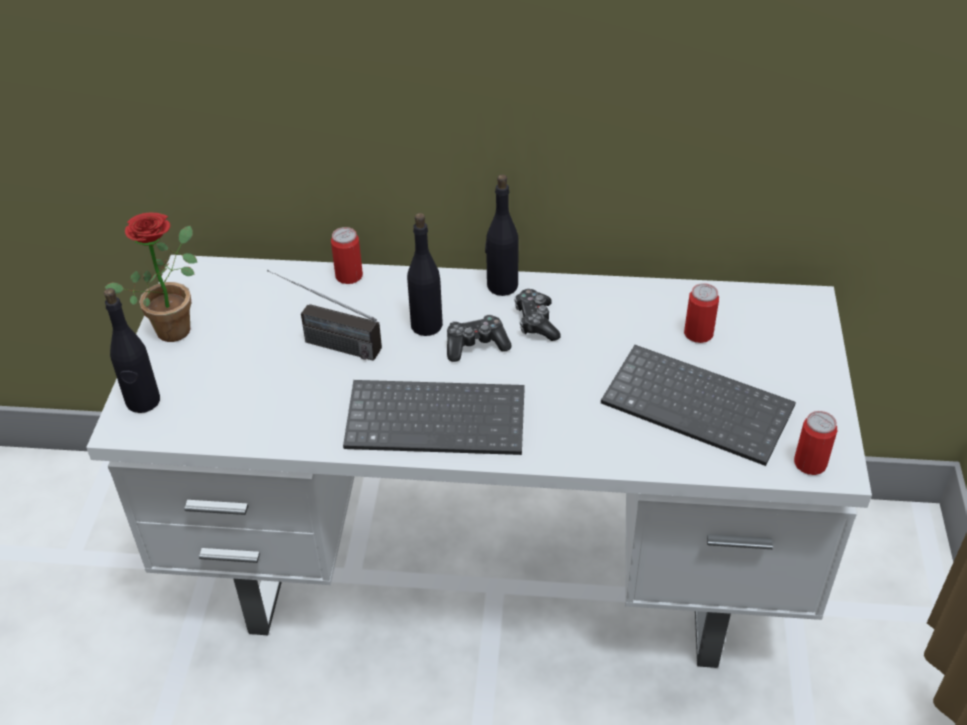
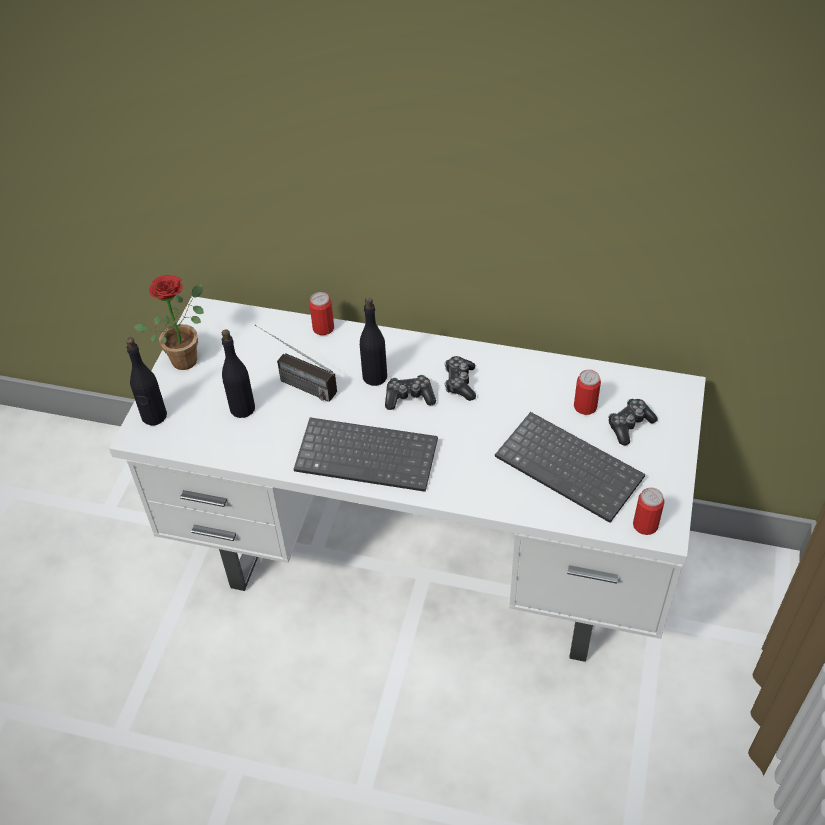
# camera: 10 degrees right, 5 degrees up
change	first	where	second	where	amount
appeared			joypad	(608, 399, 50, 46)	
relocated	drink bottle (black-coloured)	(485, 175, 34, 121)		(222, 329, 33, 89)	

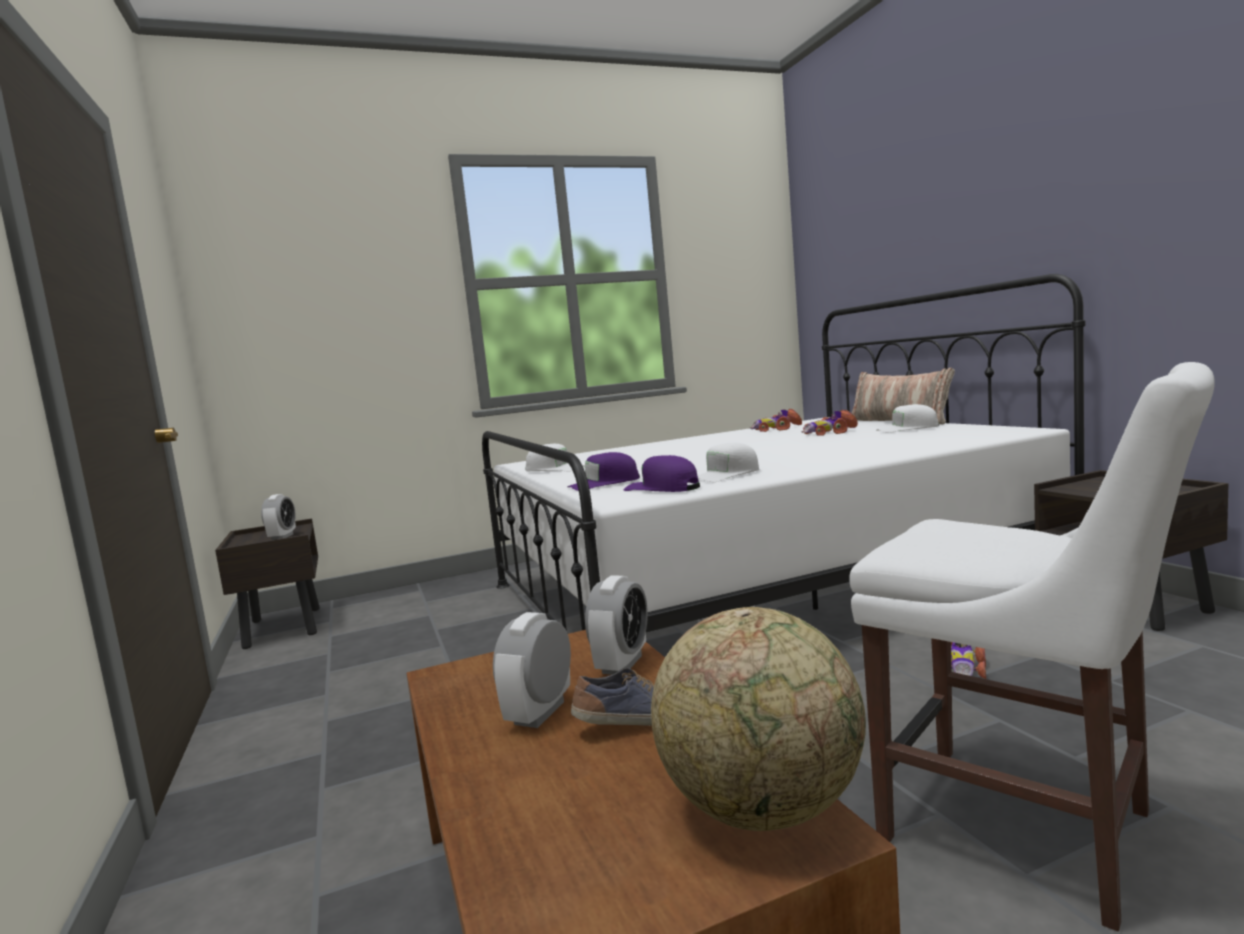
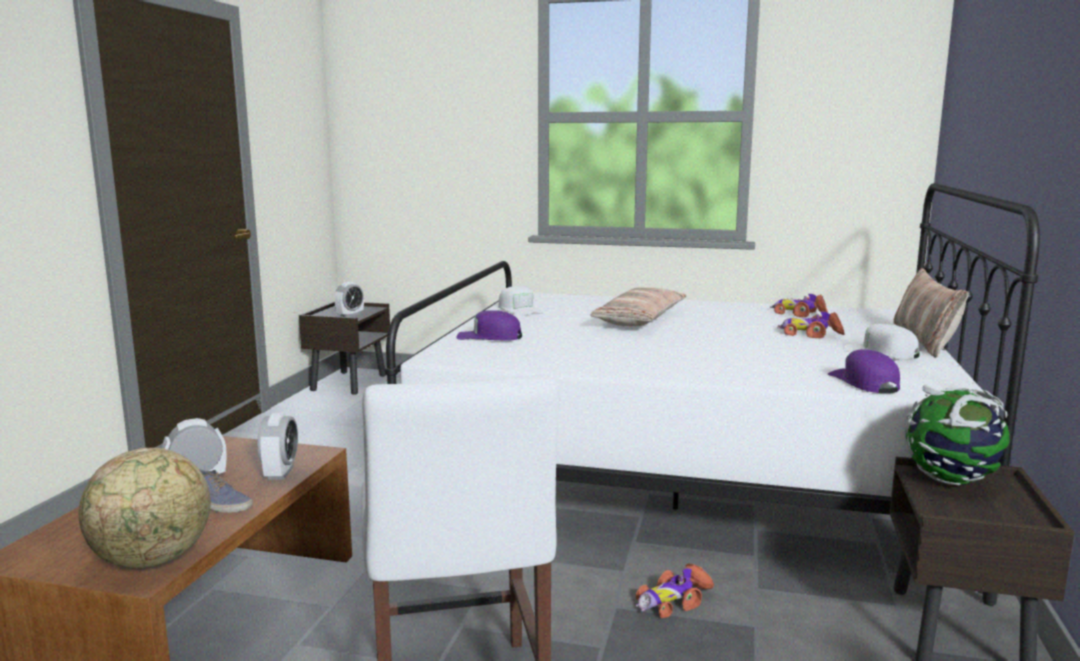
# camera: 35 degrees right, 5 degrees up
change	first	where	second	where	amount
missing	cap (whitish)	(697, 443, 62, 39)			
appeared			pillow	(590, 287, 96, 39)	
appeared			world globe	(905, 384, 105, 102)	
relocated	cap (purplish)	(624, 455, 76, 37)		(828, 349, 72, 44)	
spun	alarm clock	(585, 575, 63, 100)		(257, 412, 41, 68)	60 degrees counterclockwise

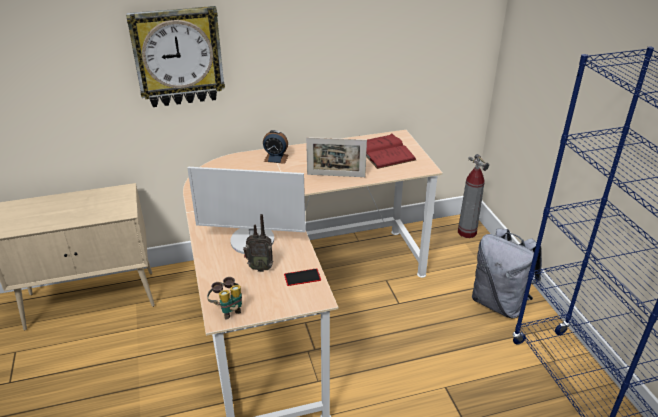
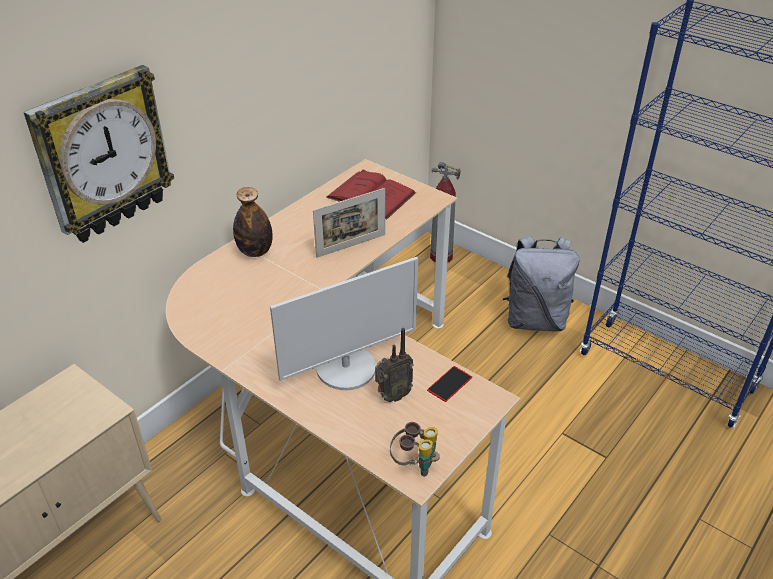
# camera: 35 degrees left, 5 degrees up
change	first	where	second	where	amount
exchanged	alarm clock	(263, 130, 26, 34)	drink bottle	(233, 187, 40, 70)	

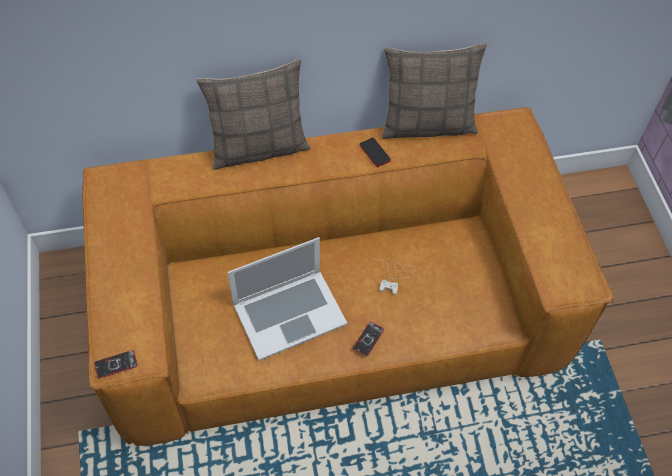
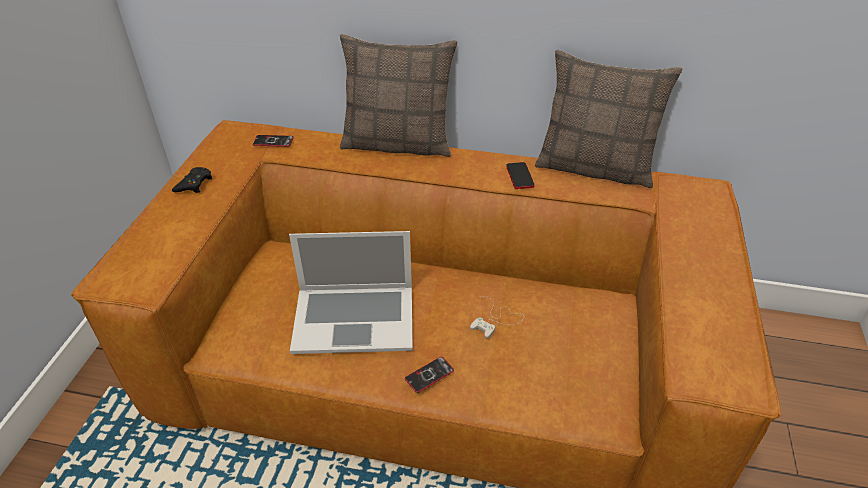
# camera: 25 degrees right, 15 degrees down
change	first	where	second	where	amount
appeared			joypad (black-coloured)	(172, 167, 41, 26)	
relocated	phone	(94, 350, 44, 29)		(253, 135, 41, 12)	

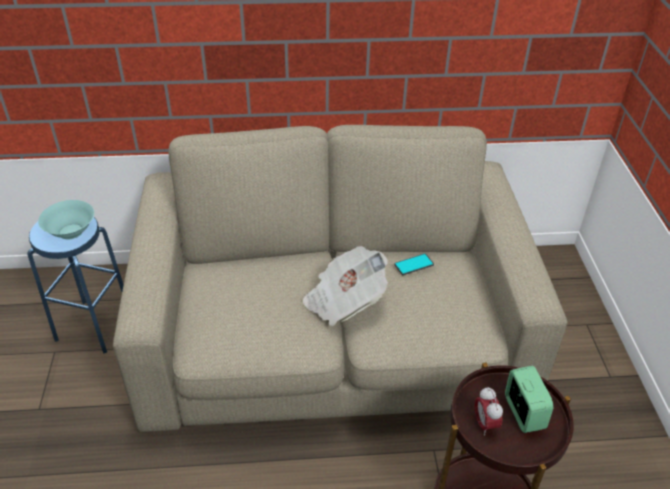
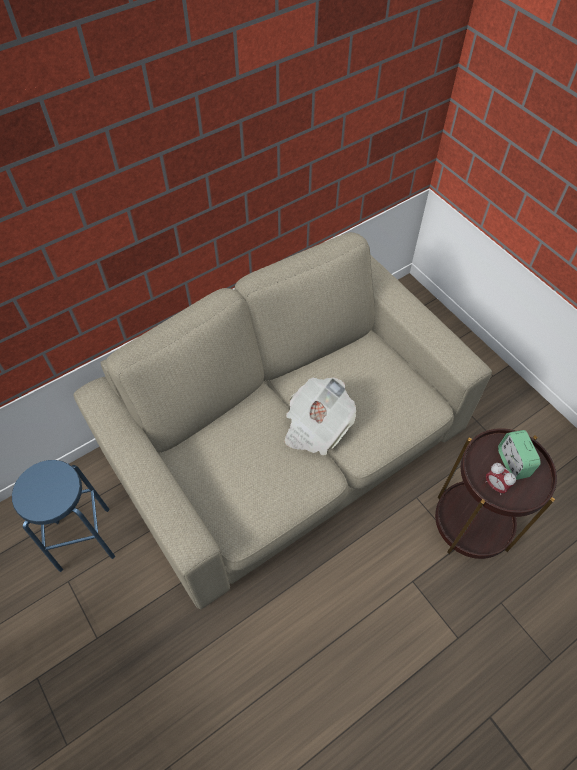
# camera: 30 degrees left, 15 degrees up
change	first	where	second	where	amount
missing	bowl (turquoise)	(38, 200, 56, 40)			
missing	phone	(394, 253, 40, 22)			
spun	alarm clock	(505, 366, 48, 67)		(498, 430, 43, 50)	150 degrees counterclockwise

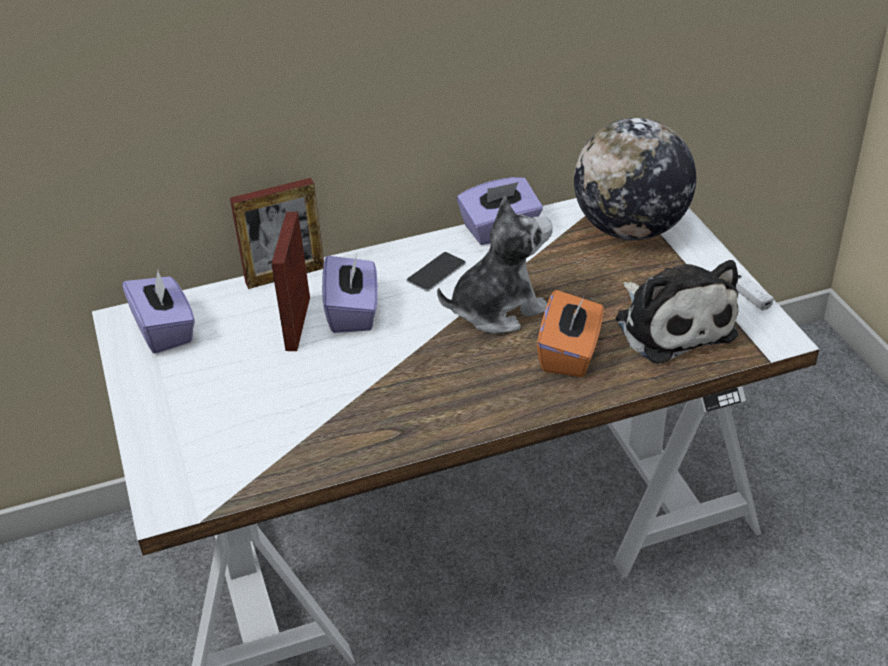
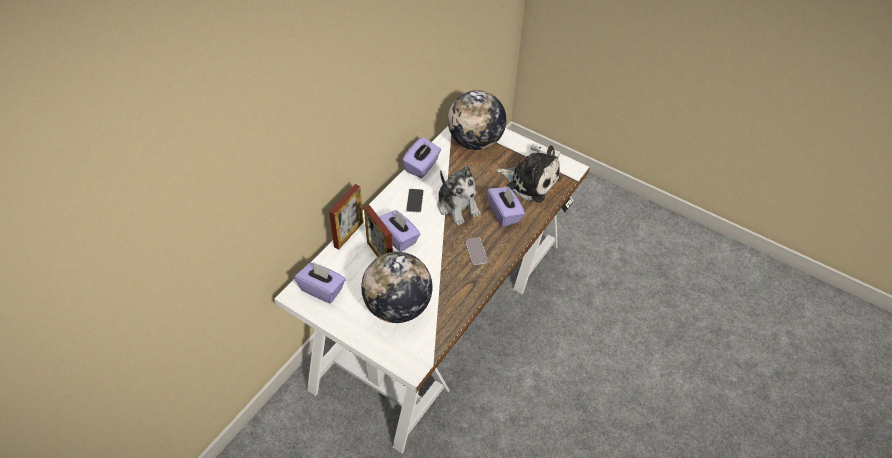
# camera: 40 degrees left, 10 degrees up
change	first	where	second	where	amount
appeared			world globe	(361, 252, 72, 71)	
appeared			phone	(465, 237, 23, 28)	
colour	box of tissues (orangey)	(537, 290, 66, 87)	box of tissues (purplish)	(487, 187, 38, 40)	
spun	plush toy	(437, 196, 116, 138)		(438, 166, 43, 60)	120 degrees clockwise

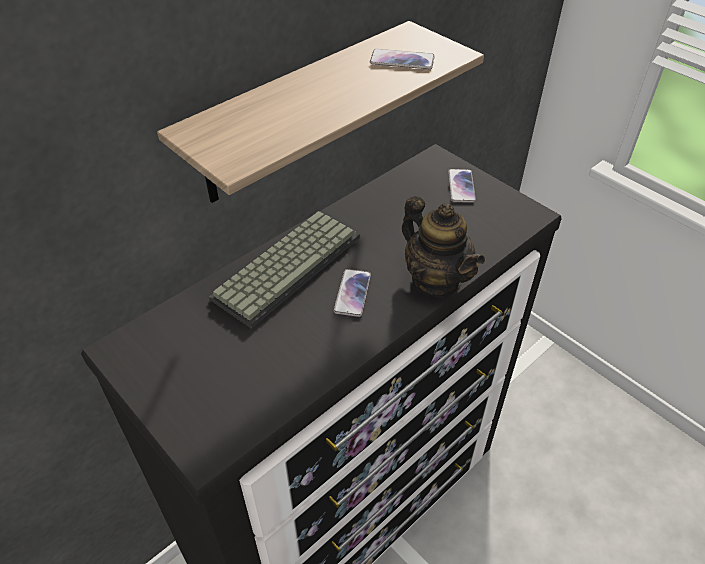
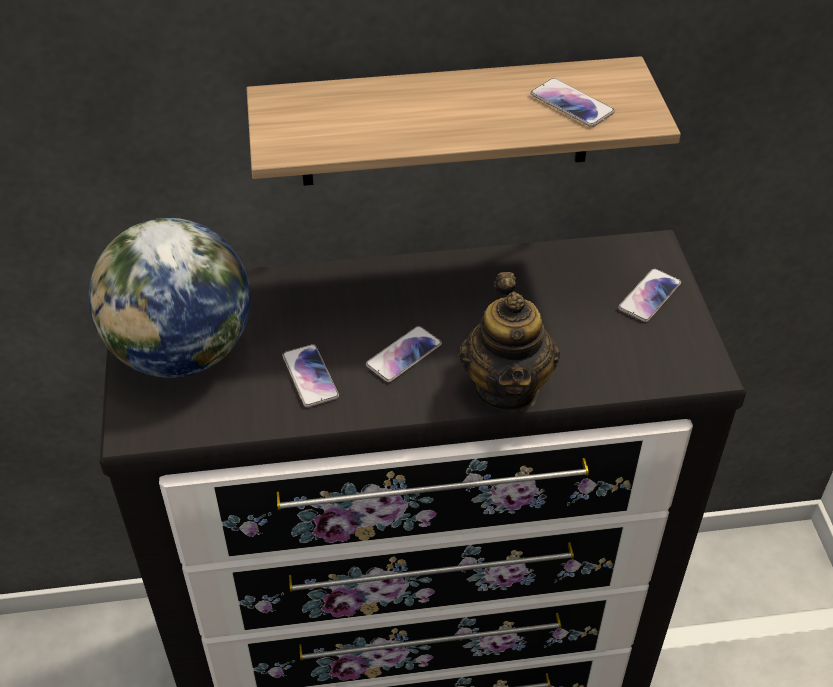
# camera: 35 degrees right, 0 degrees up
change	first	where	second	where	amount
missing	PC keyboard	(209, 211, 151, 118)			
appeared			world globe	(88, 218, 163, 160)	
appeared			phone	(282, 344, 57, 63)	

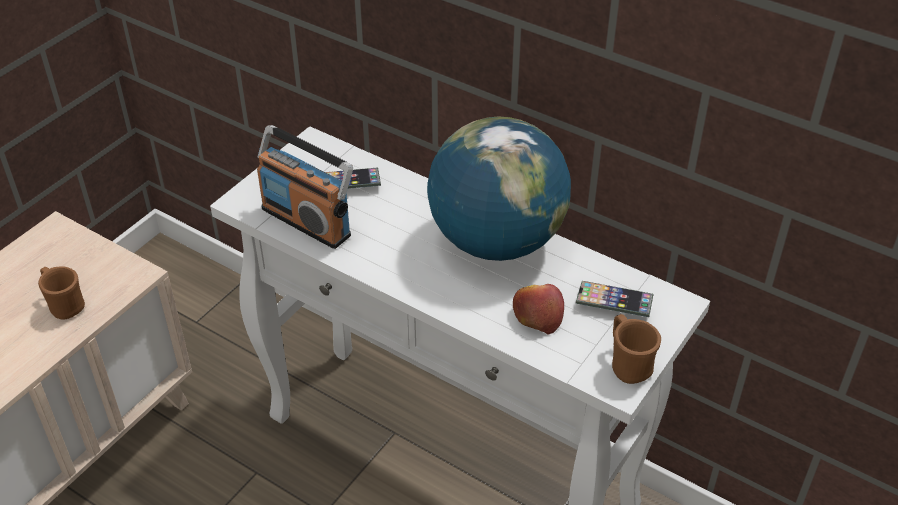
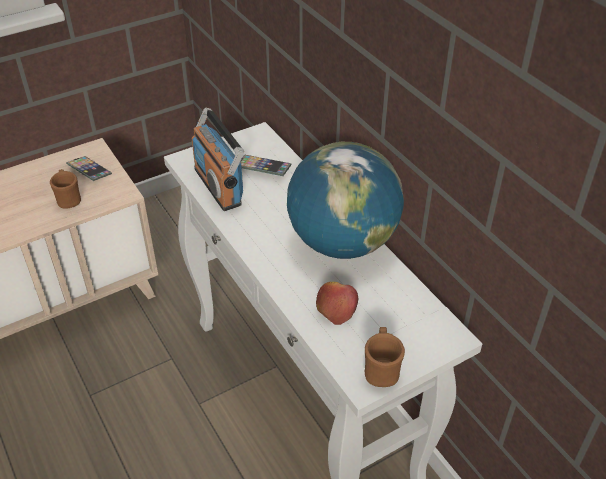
# camera: 25 degrees right, 0 degrees up
change	first	where	second	where	amount
relocated	phone	(576, 281, 77, 36)		(66, 156, 46, 25)	

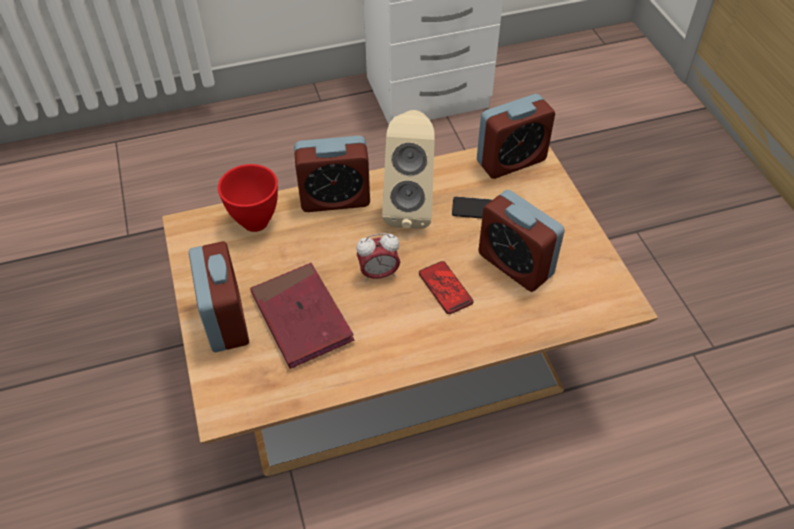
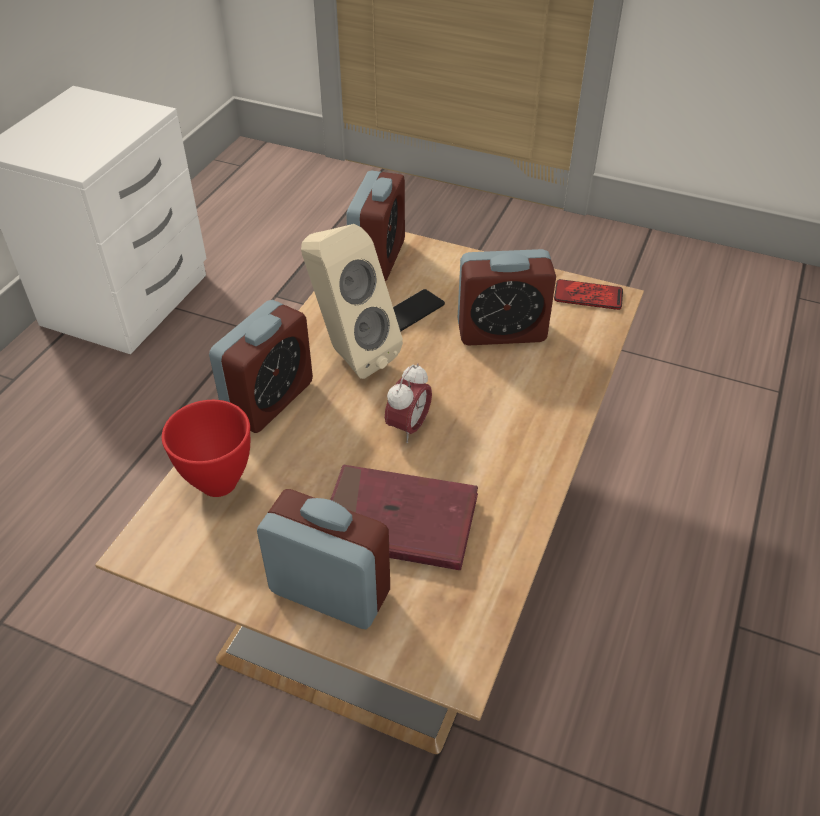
# camera: 50 degrees left, 5 degrees down
change	first	where	second	where	amount
relocated	phone	(419, 261, 54, 53)		(554, 279, 69, 31)	

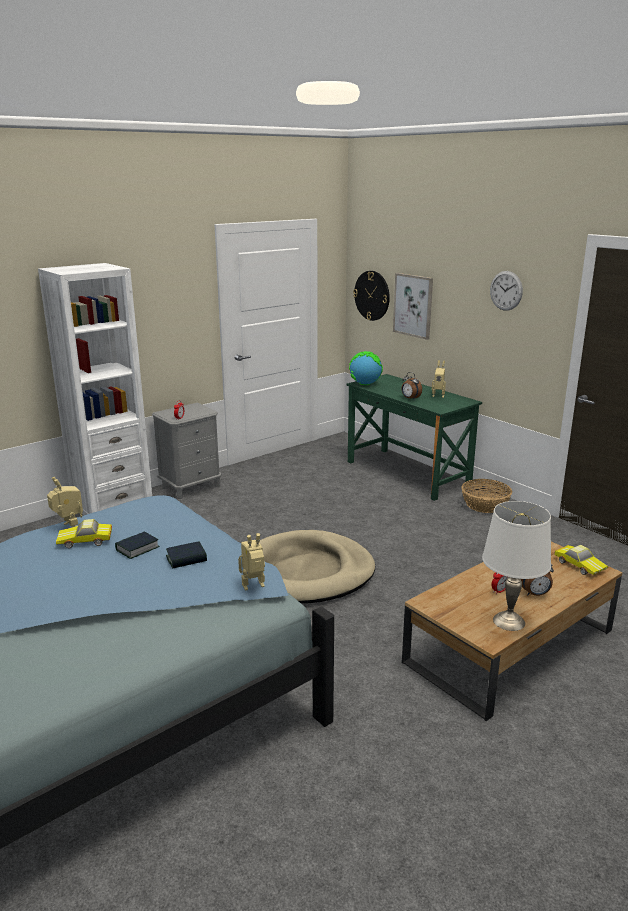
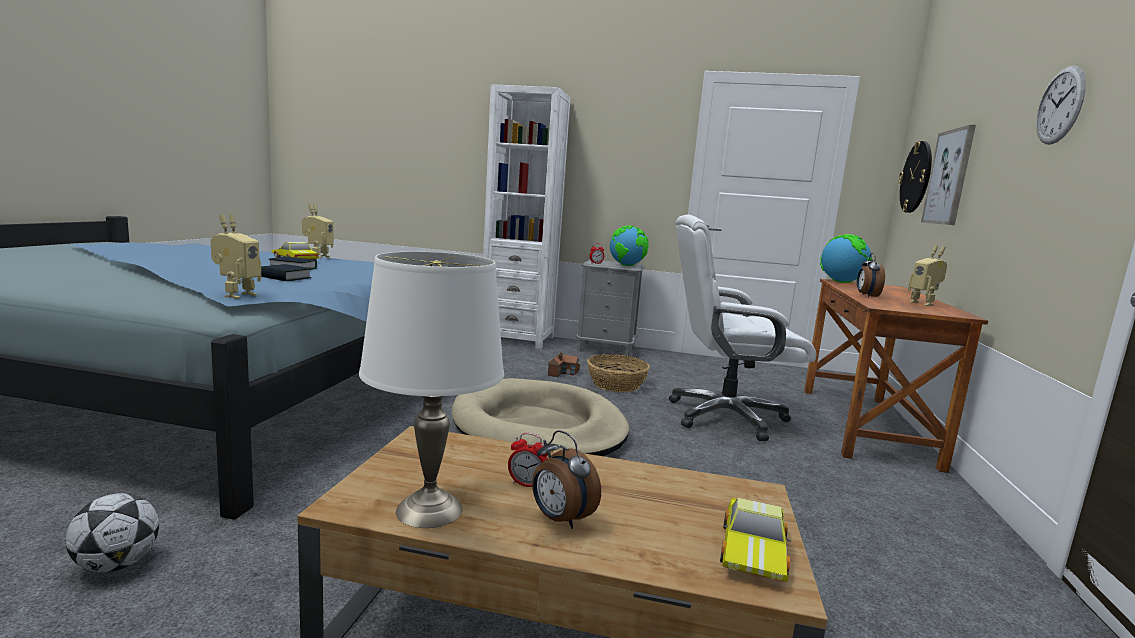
# camera: 50 degrees right, 10 degrees down
change	first	where	second	where	amount
appeared			football ball	(65, 493, 94, 79)	
appeared			miniature house	(548, 352, 32, 25)	
appeared			world globe	(610, 226, 39, 40)	
appeared			office chair (whitish)	(669, 215, 148, 226)	
relocated	basket	(461, 479, 51, 34)		(587, 354, 63, 38)	
colour	desk (green)	(347, 374, 135, 127)	desk (brown-coloured)	(804, 279, 184, 194)	
spun	model robot	(238, 533, 27, 58)		(211, 215, 50, 84)	75 degrees clockwise

